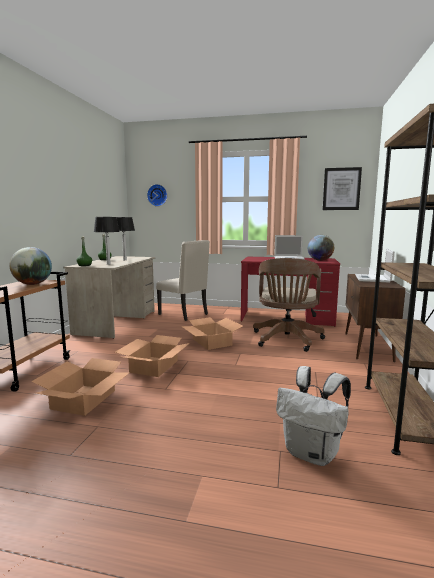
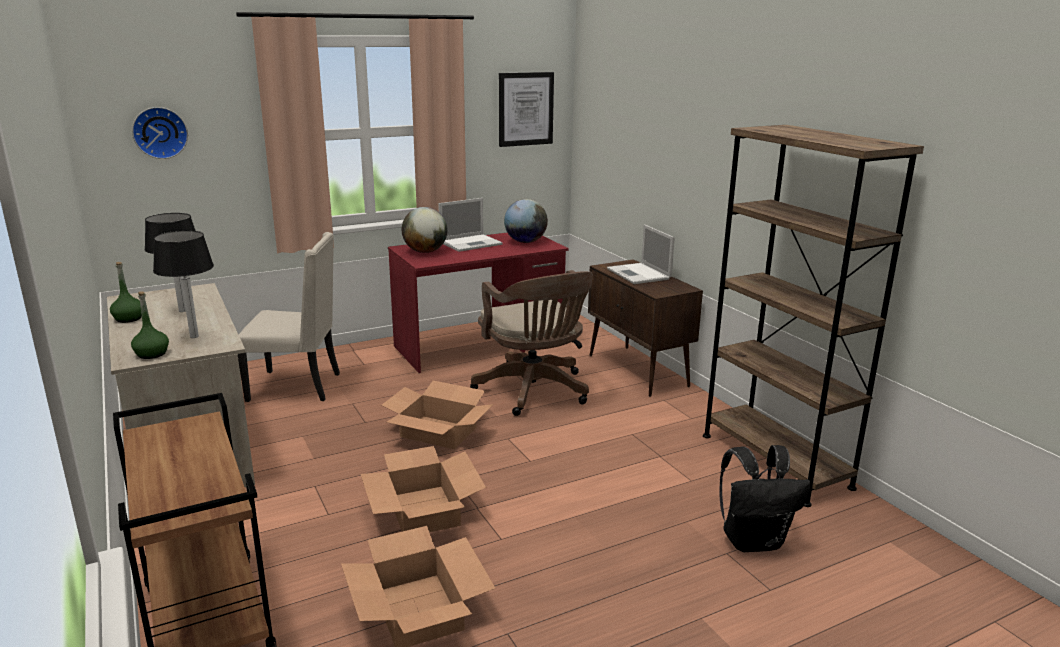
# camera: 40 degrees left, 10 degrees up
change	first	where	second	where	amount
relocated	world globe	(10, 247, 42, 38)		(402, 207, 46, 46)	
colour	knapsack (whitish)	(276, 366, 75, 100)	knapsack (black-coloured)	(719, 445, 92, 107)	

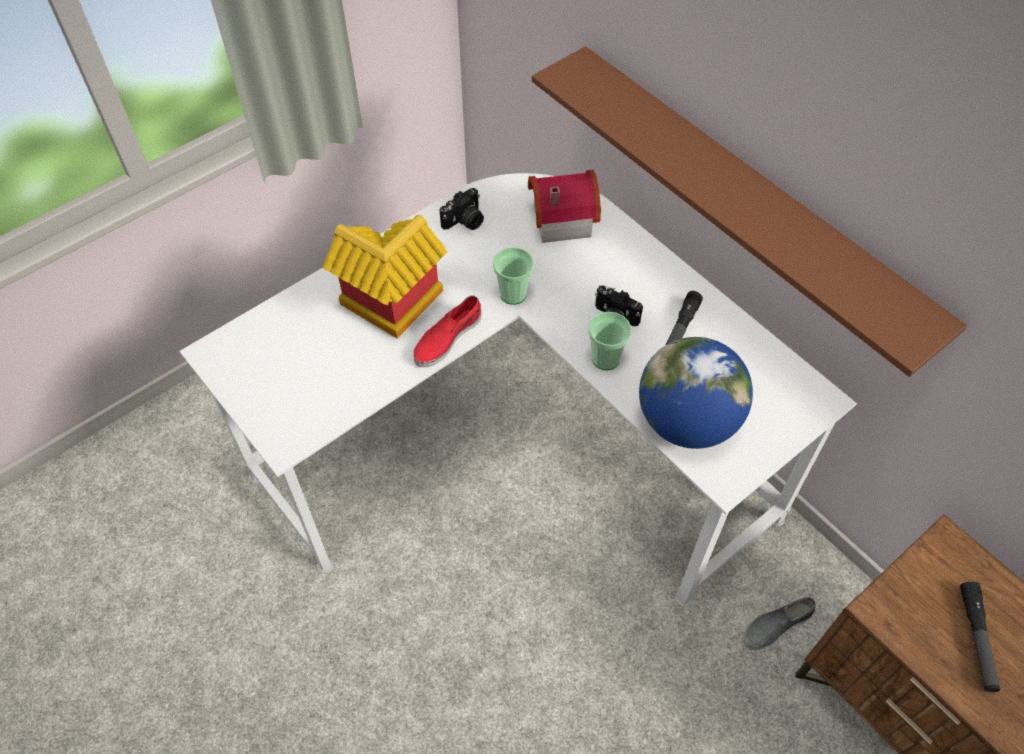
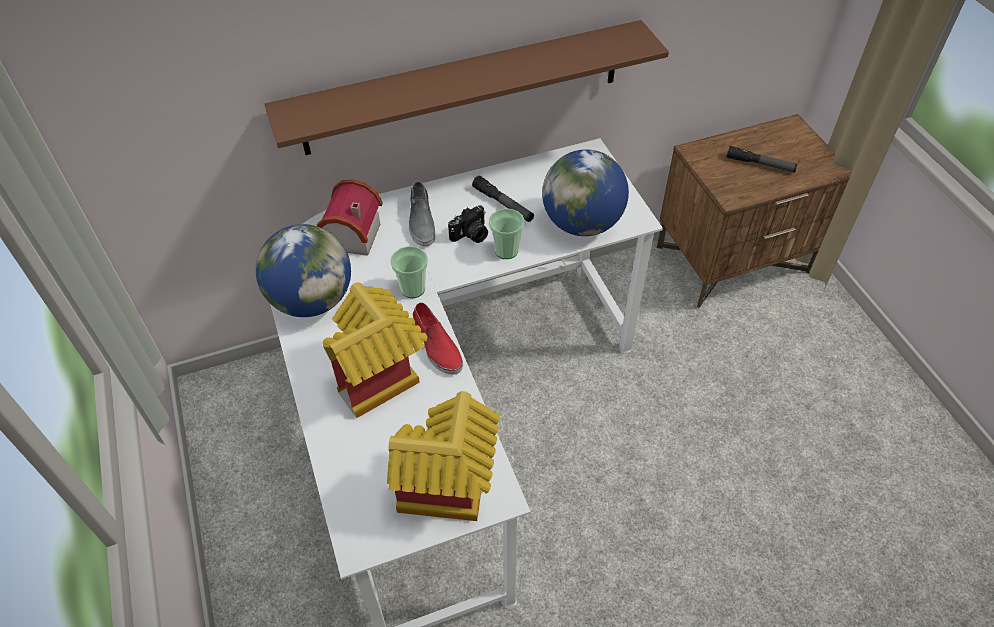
# camera: 70 degrees left, 5 degrees down
change	first	where	second	where	amount
appeared			miniature house	(387, 391, 113, 130)	
relocated	low shoe (grey)	(743, 597, 73, 53)		(409, 182, 26, 65)	
exchanged	still camera	(440, 188, 44, 42)	world globe	(256, 224, 95, 93)	

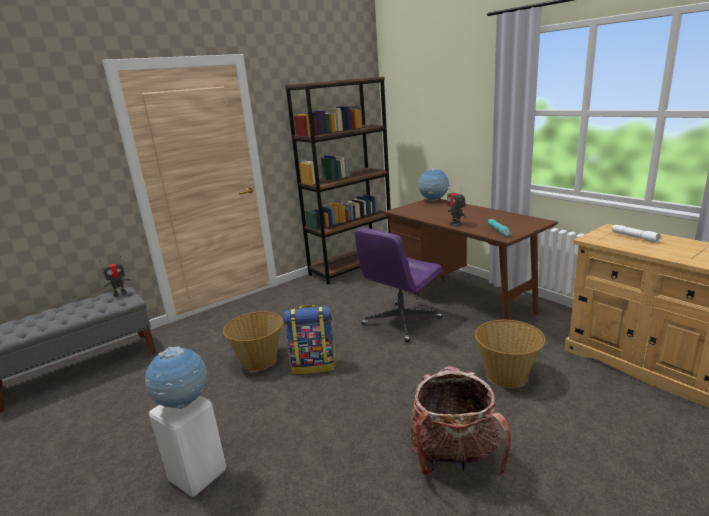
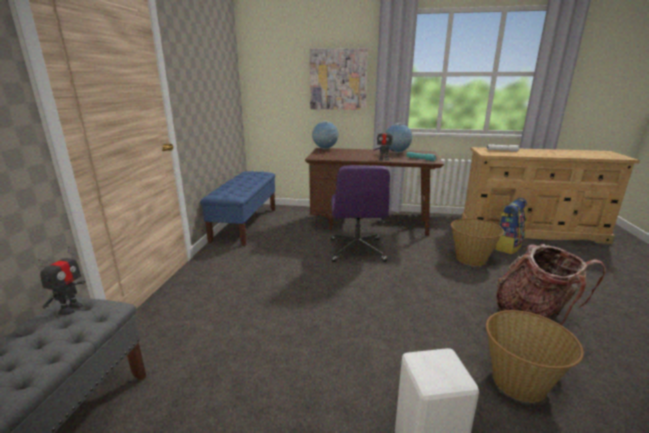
# camera: 45 degrees left, 0 degrees up
change	first	where	second	where	amount
appeared			wall picture	(310, 48, 58, 62)	
relocated	world globe	(145, 346, 62, 63)		(385, 123, 27, 31)	
relocated	basket	(223, 311, 60, 60)		(486, 310, 98, 92)	
relocated	knapsack	(283, 305, 53, 69)		(494, 198, 33, 56)	
exchanged	bookshelf (brown-coloured)	(285, 77, 106, 207)	indoor bench (blue-coloured)	(200, 171, 75, 75)	

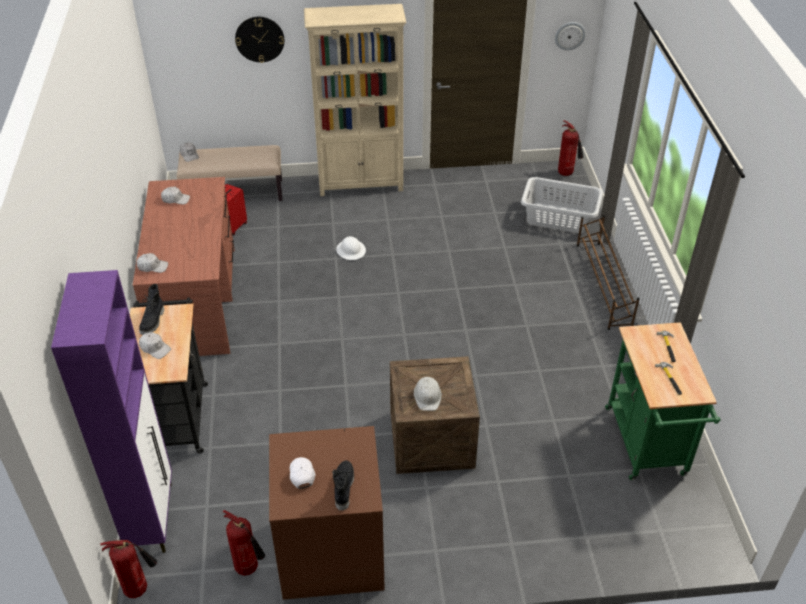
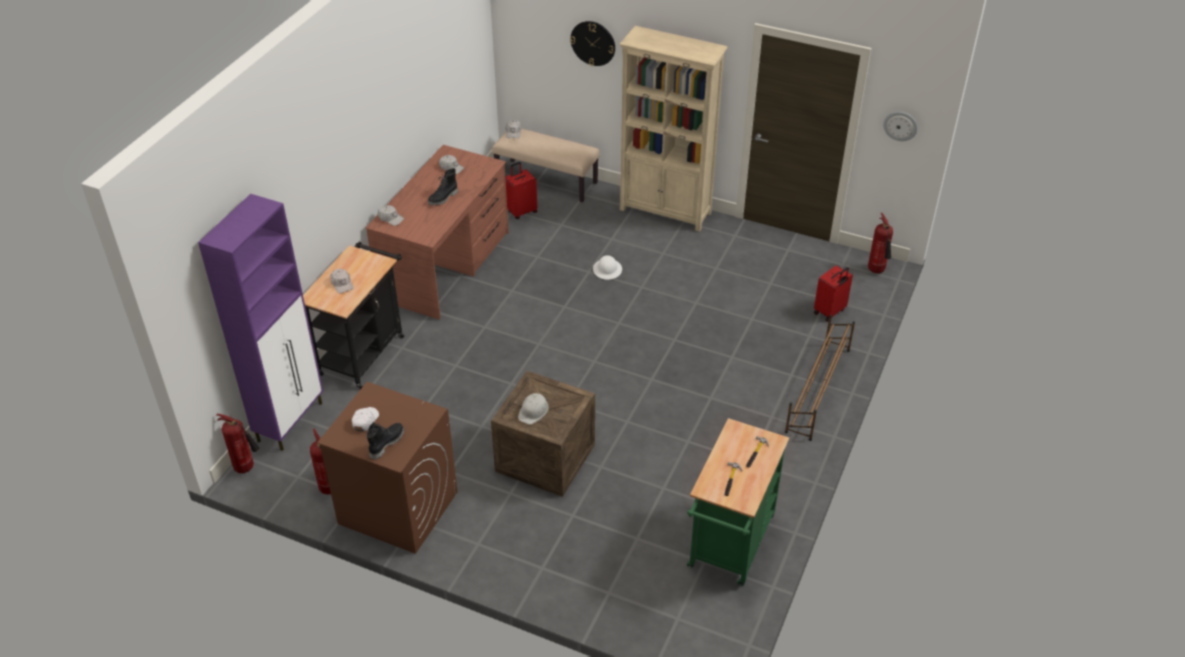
# camera: 30 degrees right, 0 degrees up
change	first	where	second	where	amount
relocated	boot (black-coloured)	(139, 284, 25, 51)		(428, 168, 30, 38)	
exchanged	hamper (grey)	(521, 177, 82, 57)	piece of luggage (red-coloured)	(814, 265, 39, 57)	

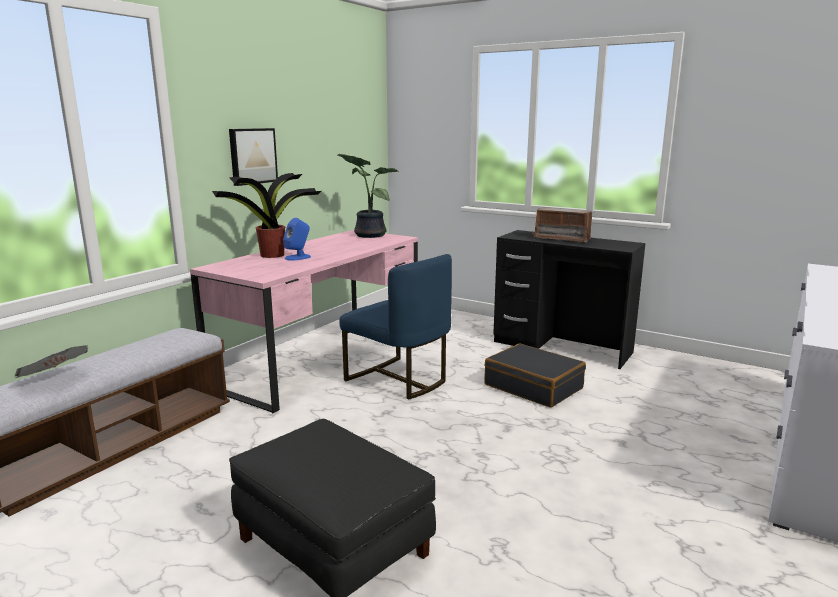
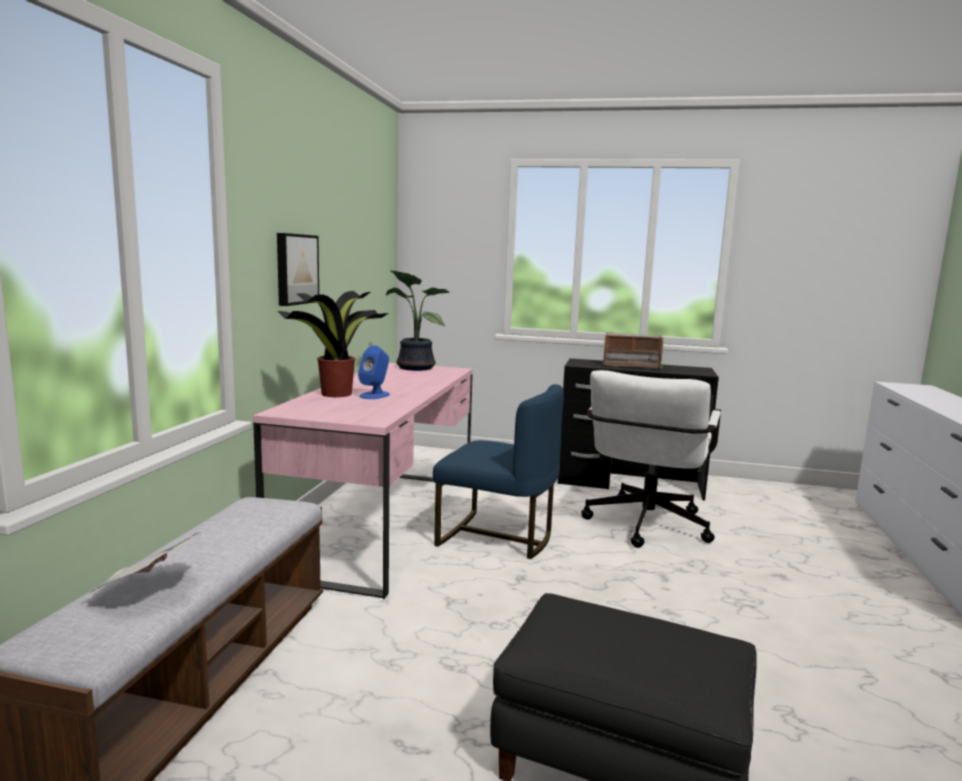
# camera: 20 degrees left, 5 degrees down
change	first	where	second	where	amount
exchanged	piece of luggage (black-coloured)	(484, 343, 102, 64)	office chair (whitish)	(581, 370, 140, 178)	

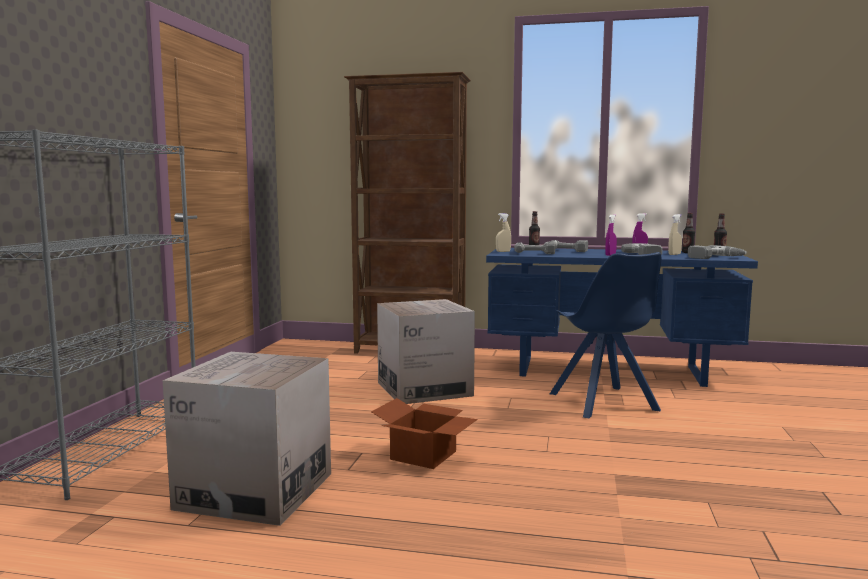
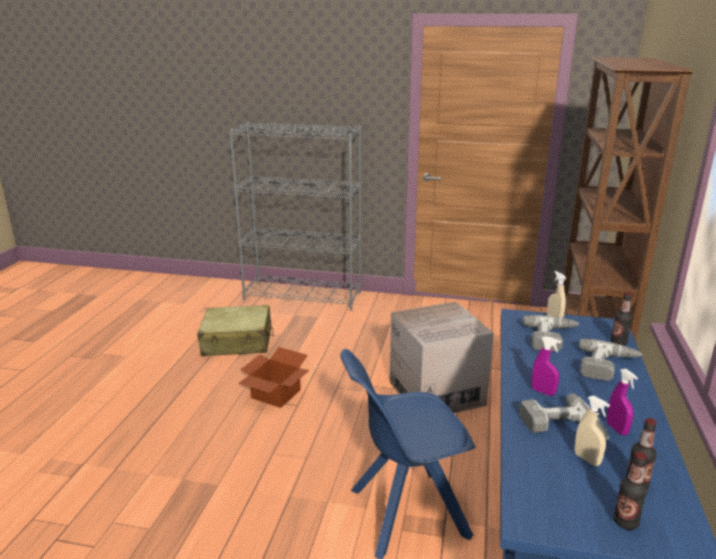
# camera: 90 degrees right, 15 degrees up
change	first	where	second	where	amount
missing	power drill	(688, 245, 59, 14)			
exchanged	packing box	(163, 352, 168, 174)	piece of luggage (beige)	(197, 305, 77, 51)	

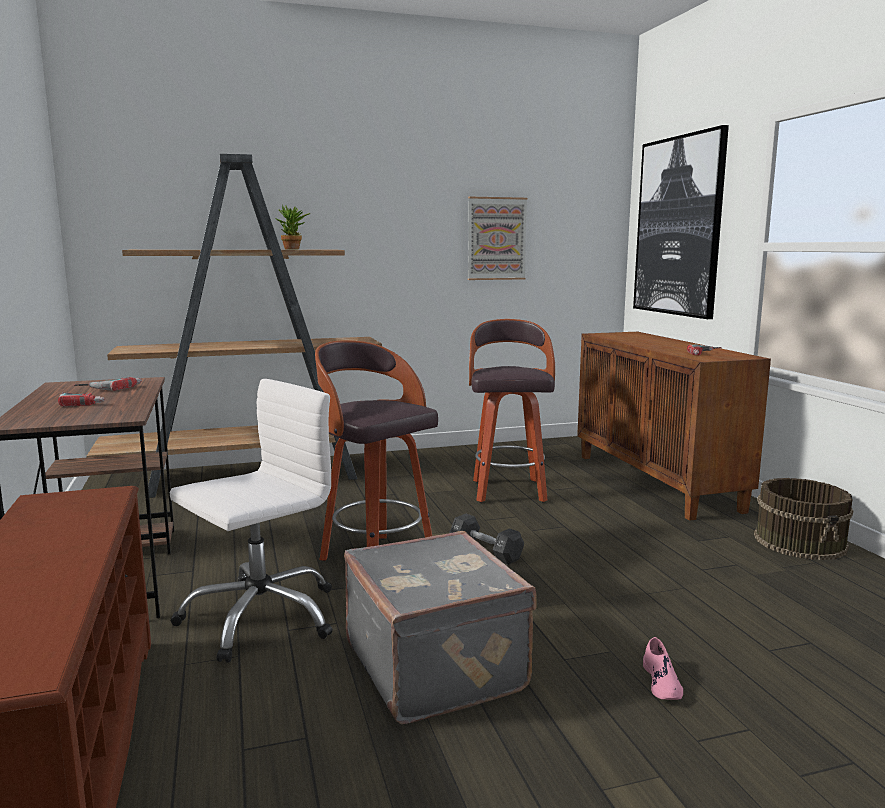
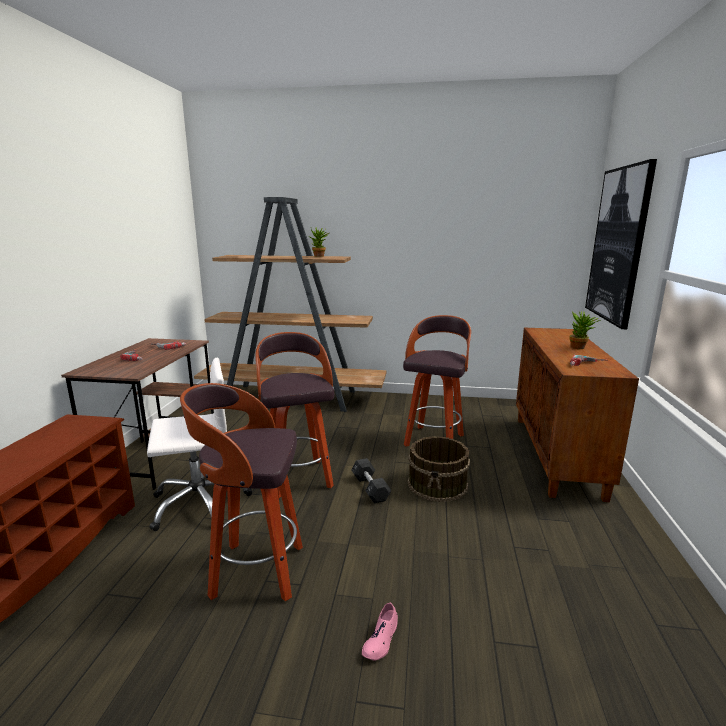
# camera: 25 degrees right, 5 degrees up
change	first	where	second	where	amount
missing	wall picture	(468, 197, 59, 83)			
appeared			potted plant	(569, 311, 32, 38)	
relocated	pail (brown-coloured)	(754, 478, 99, 82)		(408, 436, 62, 66)	
exchanged	piece of luggage (grey)	(344, 531, 193, 193)	sitting stool	(180, 383, 123, 219)	

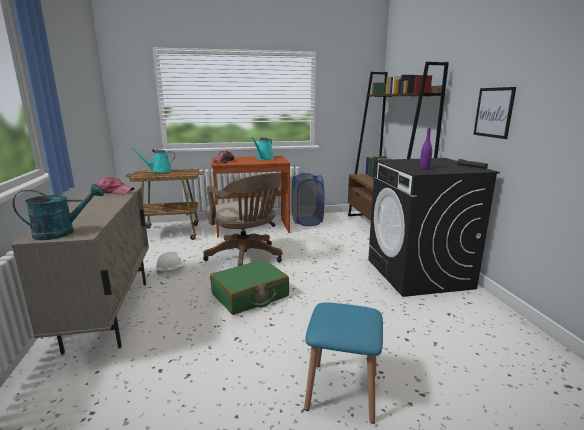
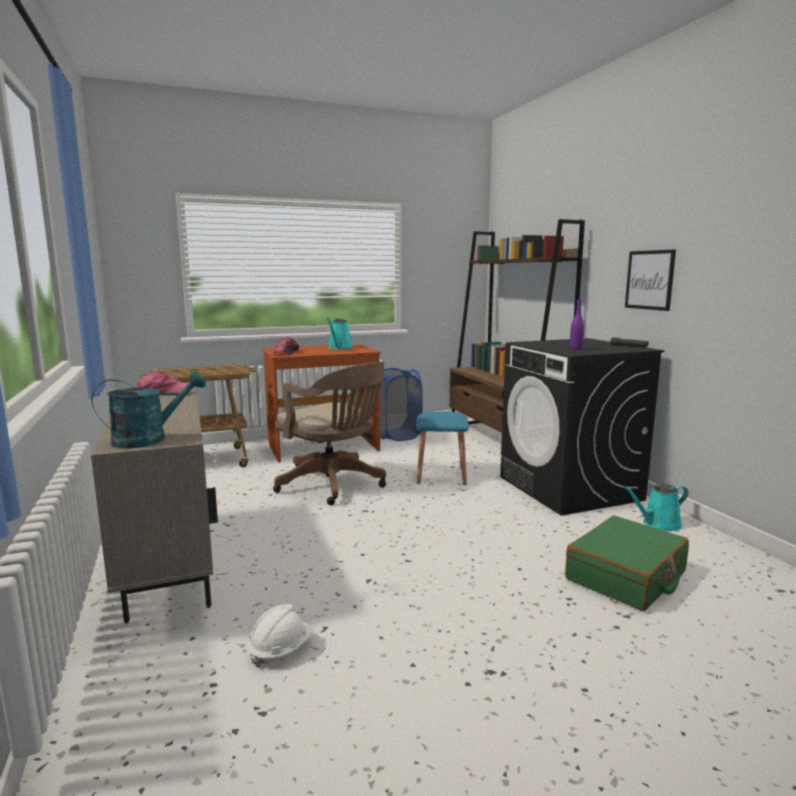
# camera: 10 degrees left, 5 degrees down
change	first	where	second	where	amount
relocated	watering can (turquoise)	(131, 148, 44, 25)		(623, 483, 65, 48)	
relocated	safety helmet (whitish)	(156, 251, 29, 24)		(248, 604, 65, 63)	
relocated	piece of luggage (green)	(210, 260, 79, 55)		(565, 516, 124, 95)	
relocated	sitting stool (blue-coloured)	(304, 302, 79, 122)		(416, 411, 53, 74)	

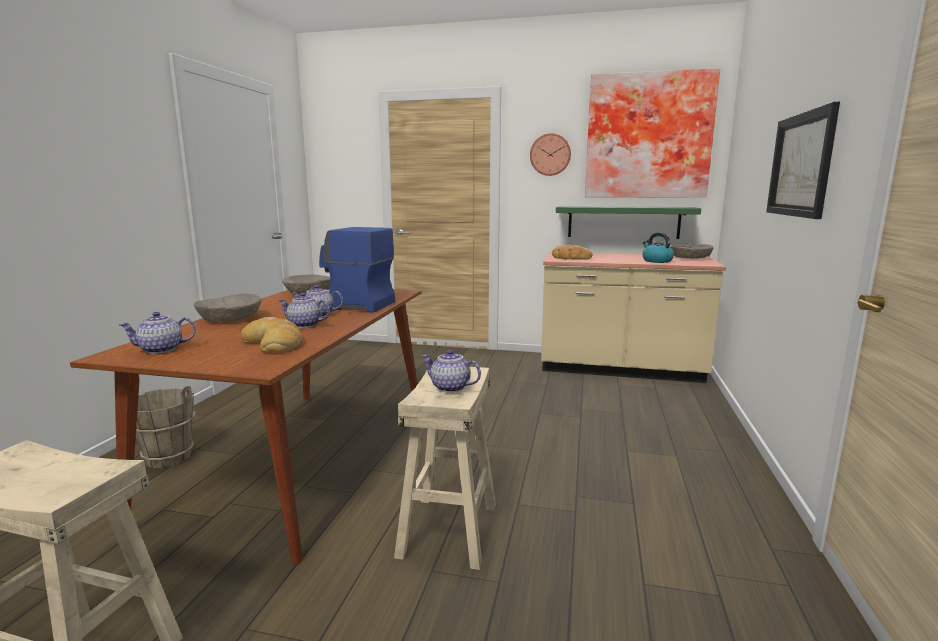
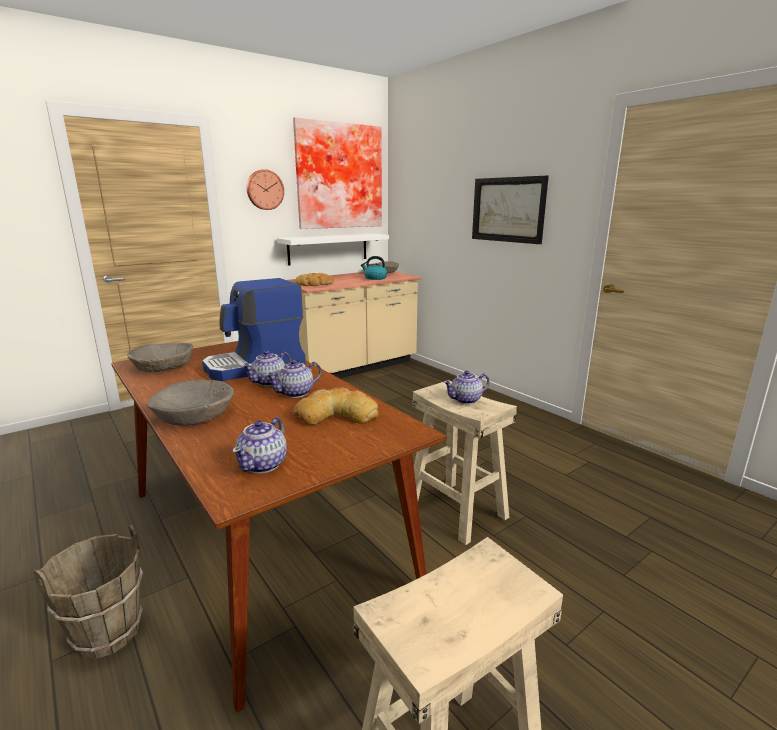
# camera: 50 degrees left, 5 degrees up
change	first	where	second	where	amount
colour	bracket shelf (green)	(556, 206, 145, 33)	bracket shelf (whitish)	(277, 234, 112, 32)	

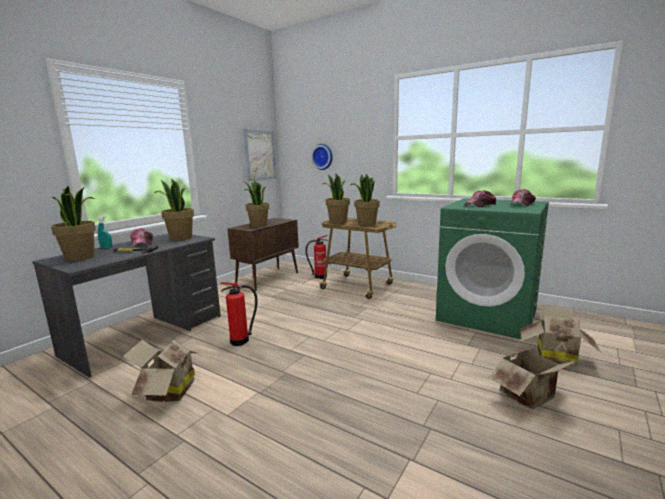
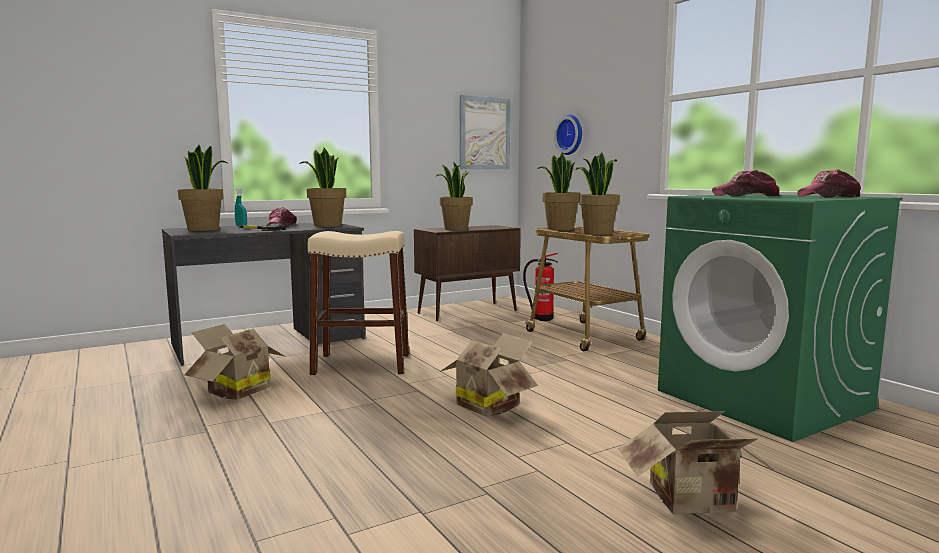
# camera: 25 degrees right, 5 degrees down
change	first	where	second	where	amount
relocated	packing box	(520, 305, 81, 62)		(440, 333, 98, 84)	
exchanged	extinguisher	(220, 282, 38, 64)	sitting stool (beige)	(307, 231, 102, 144)	

